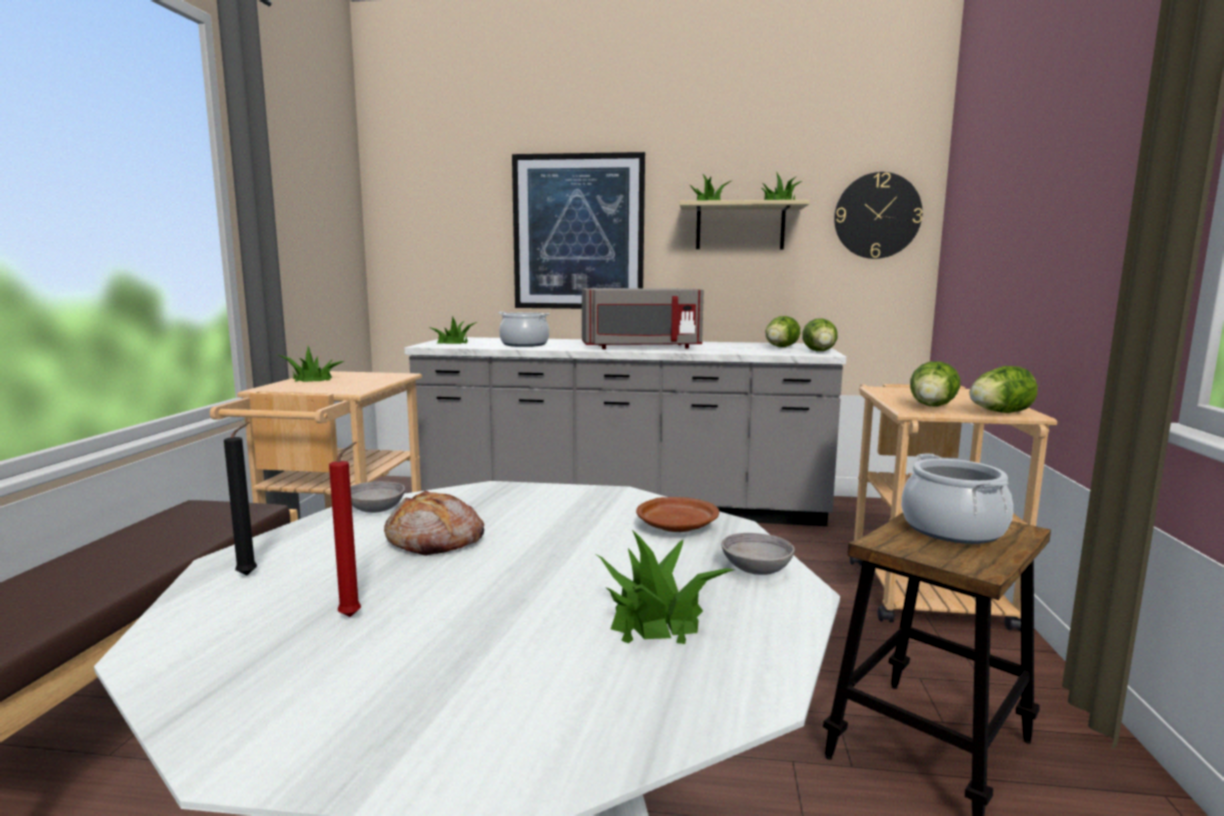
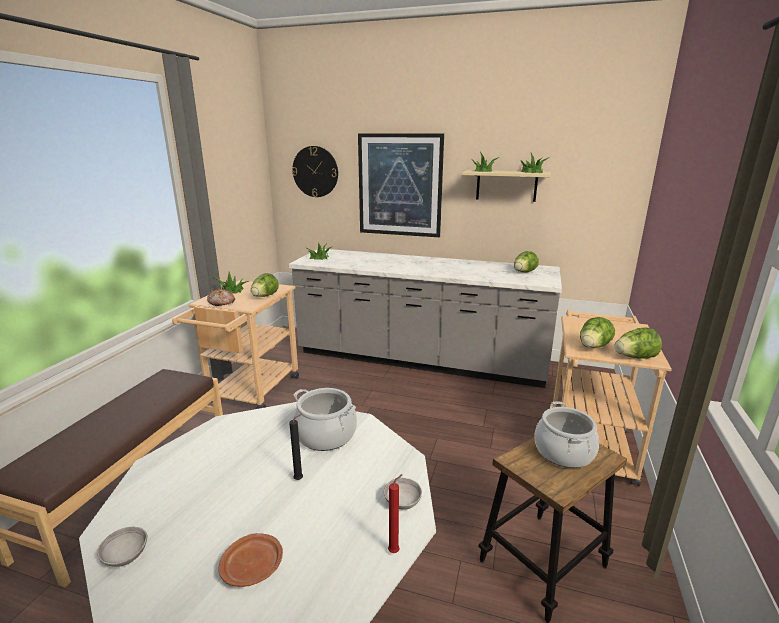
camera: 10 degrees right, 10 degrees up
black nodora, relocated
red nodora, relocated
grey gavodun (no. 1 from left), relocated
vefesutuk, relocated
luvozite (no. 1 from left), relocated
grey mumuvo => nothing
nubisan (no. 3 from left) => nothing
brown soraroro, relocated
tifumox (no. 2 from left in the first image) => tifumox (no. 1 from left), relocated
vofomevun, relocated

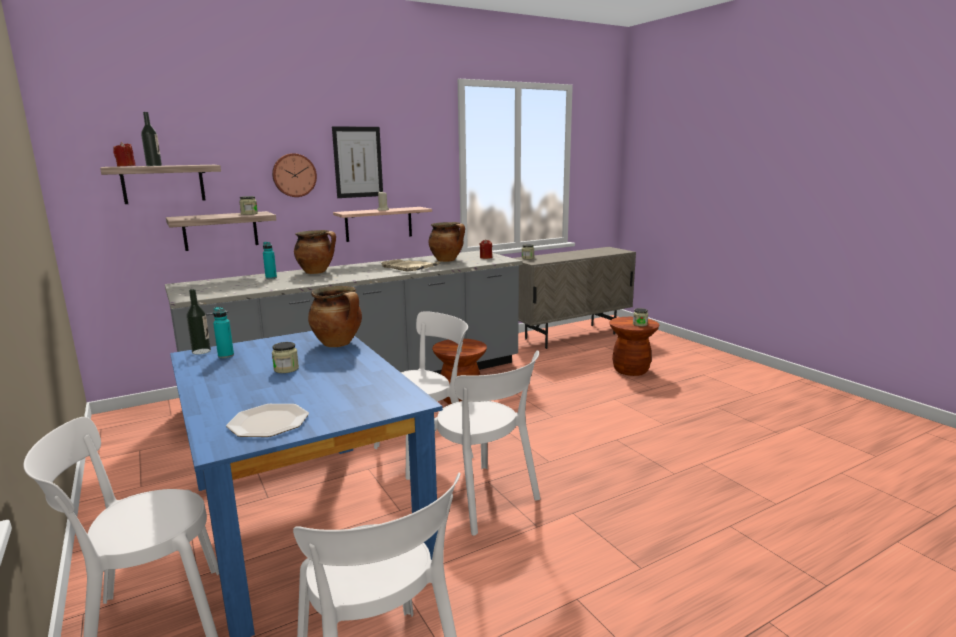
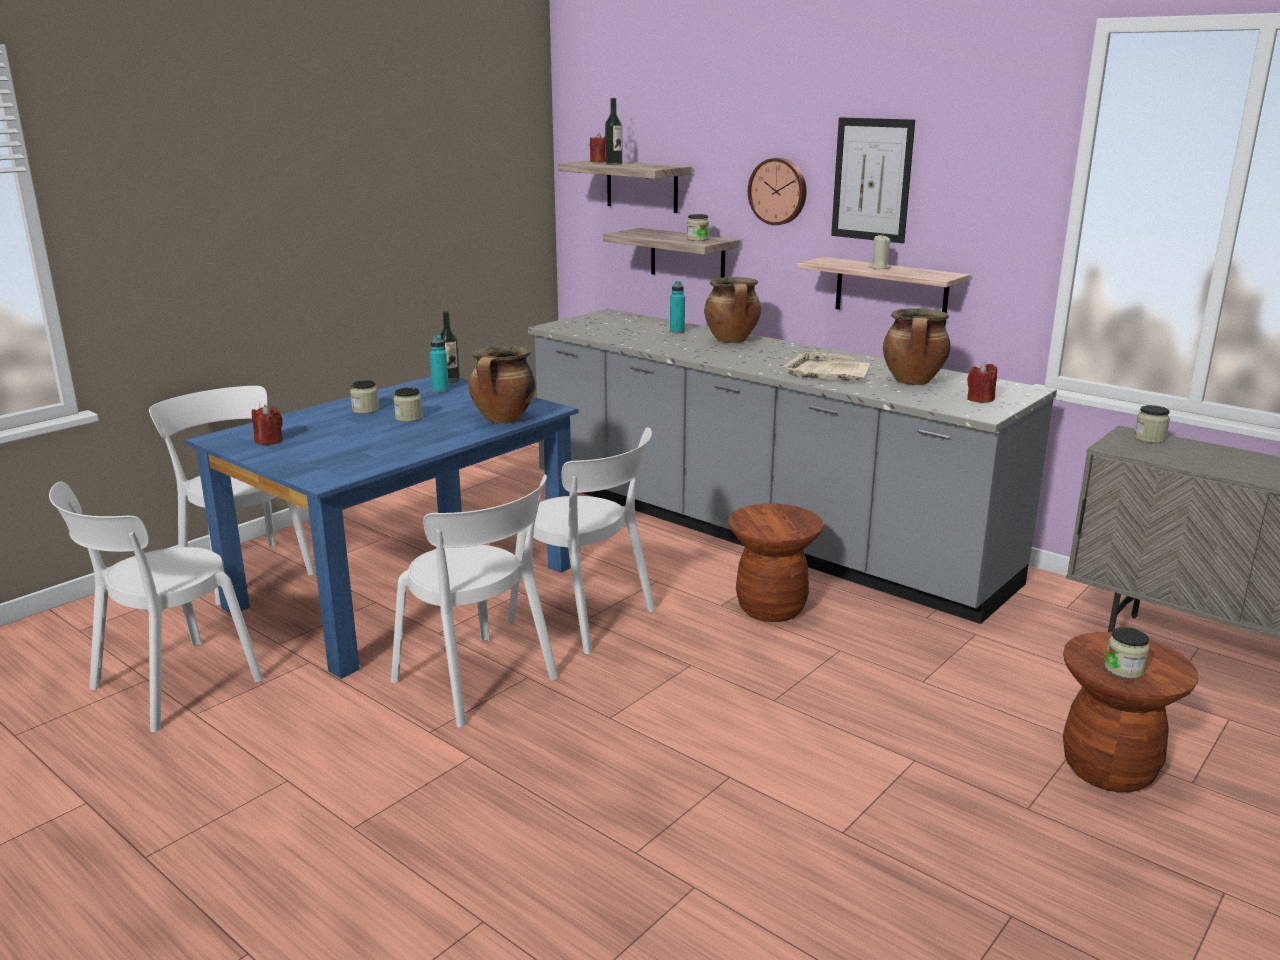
camera: 70 degrees right, 5 degrees up
soraroro => red nodora (no. 1 from left)
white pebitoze (no. 4 from left in the first image) => white pebitoze (no. 3 from left), 75 degrees counterclockwise
nothing => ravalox (no. 1 from left)

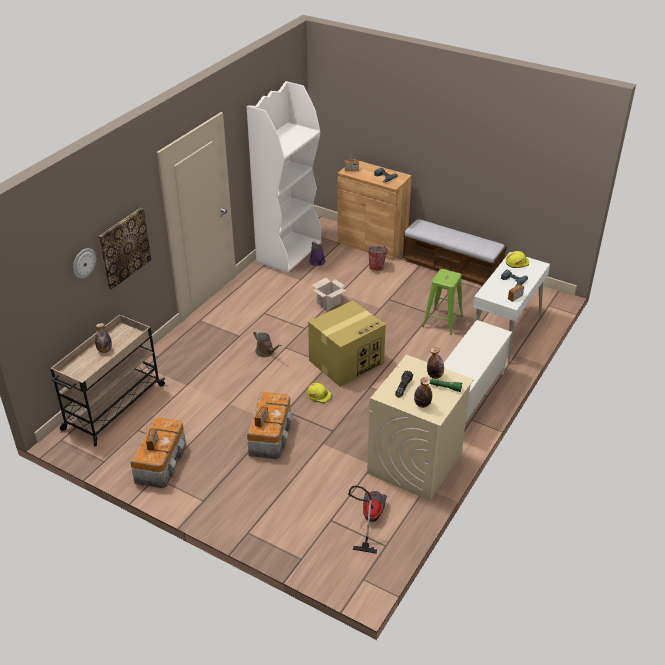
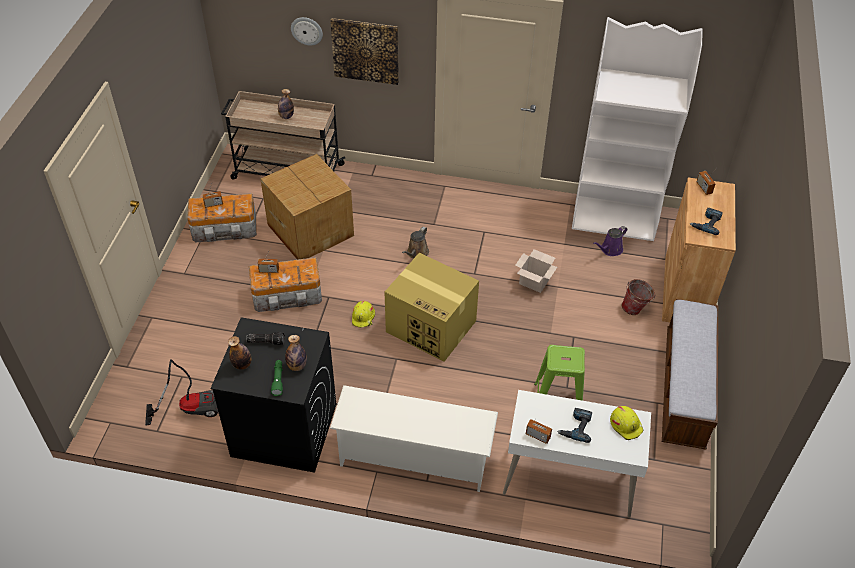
camera: 70 degrees right, 10 degrees up
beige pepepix => black pepepix
nothing => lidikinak (no. 1 from left)

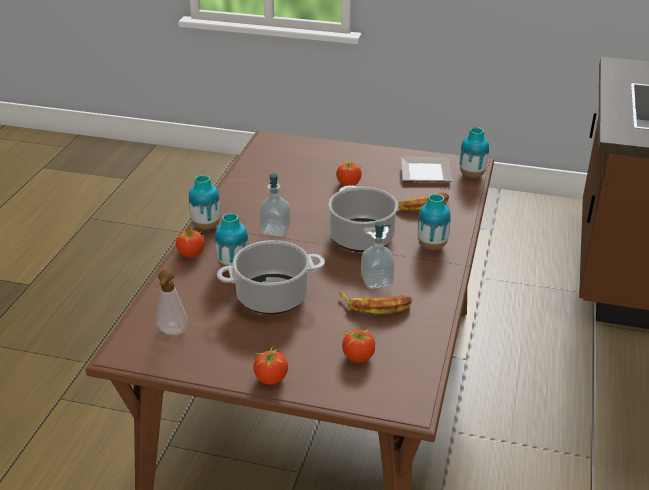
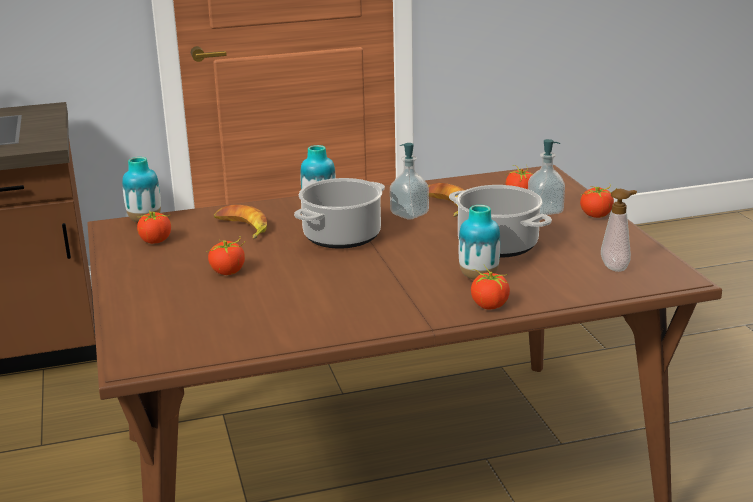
camera: 120 degrees left, 10 degrees down
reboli (no. 1 from left) => nothing
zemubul (no. 2 from left), relocated
soraroro => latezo (no. 1 from left)

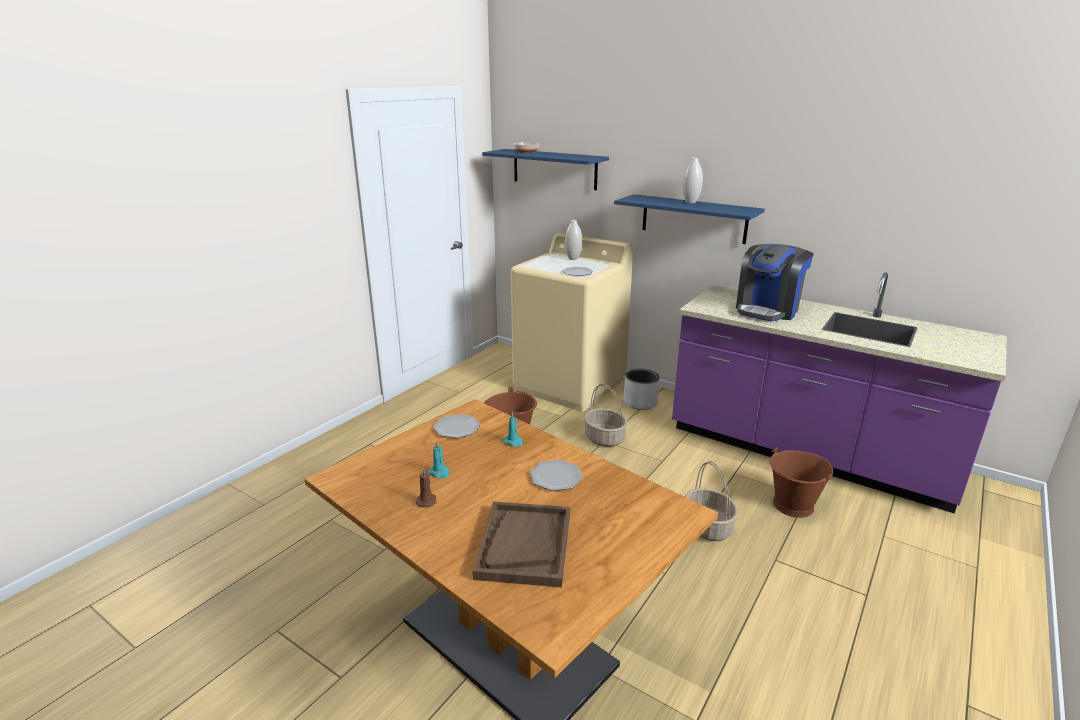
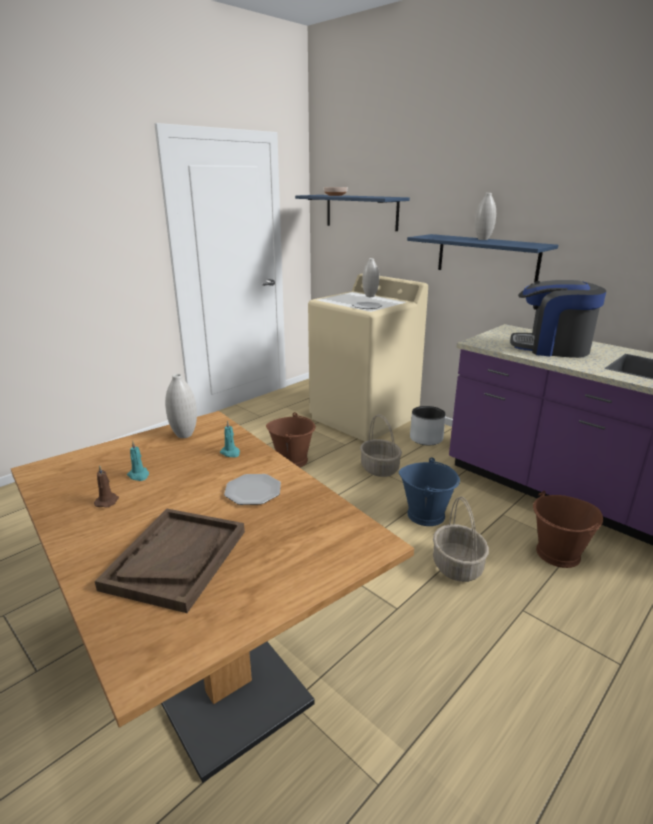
camera: 10 degrees right, 0 degrees up
soraroro (no. 1 from left) => white reboli (no. 1 from left)
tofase, 60 degrees clockwise
nothing => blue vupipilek

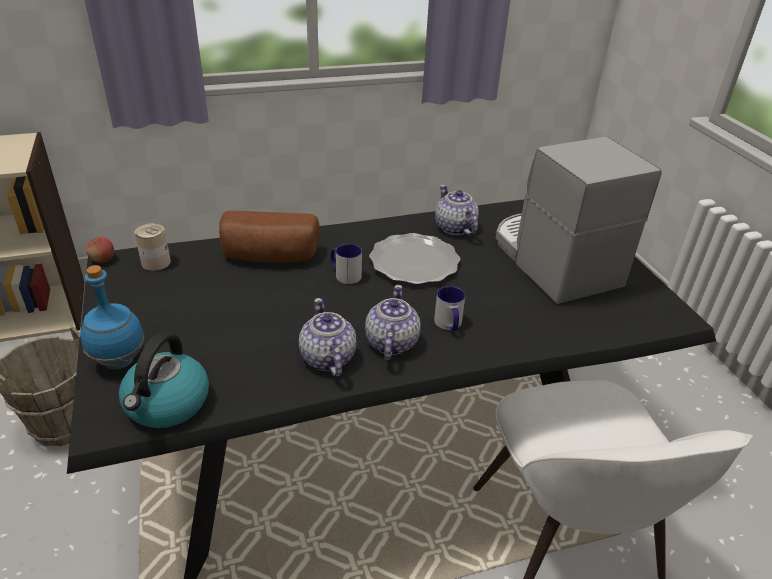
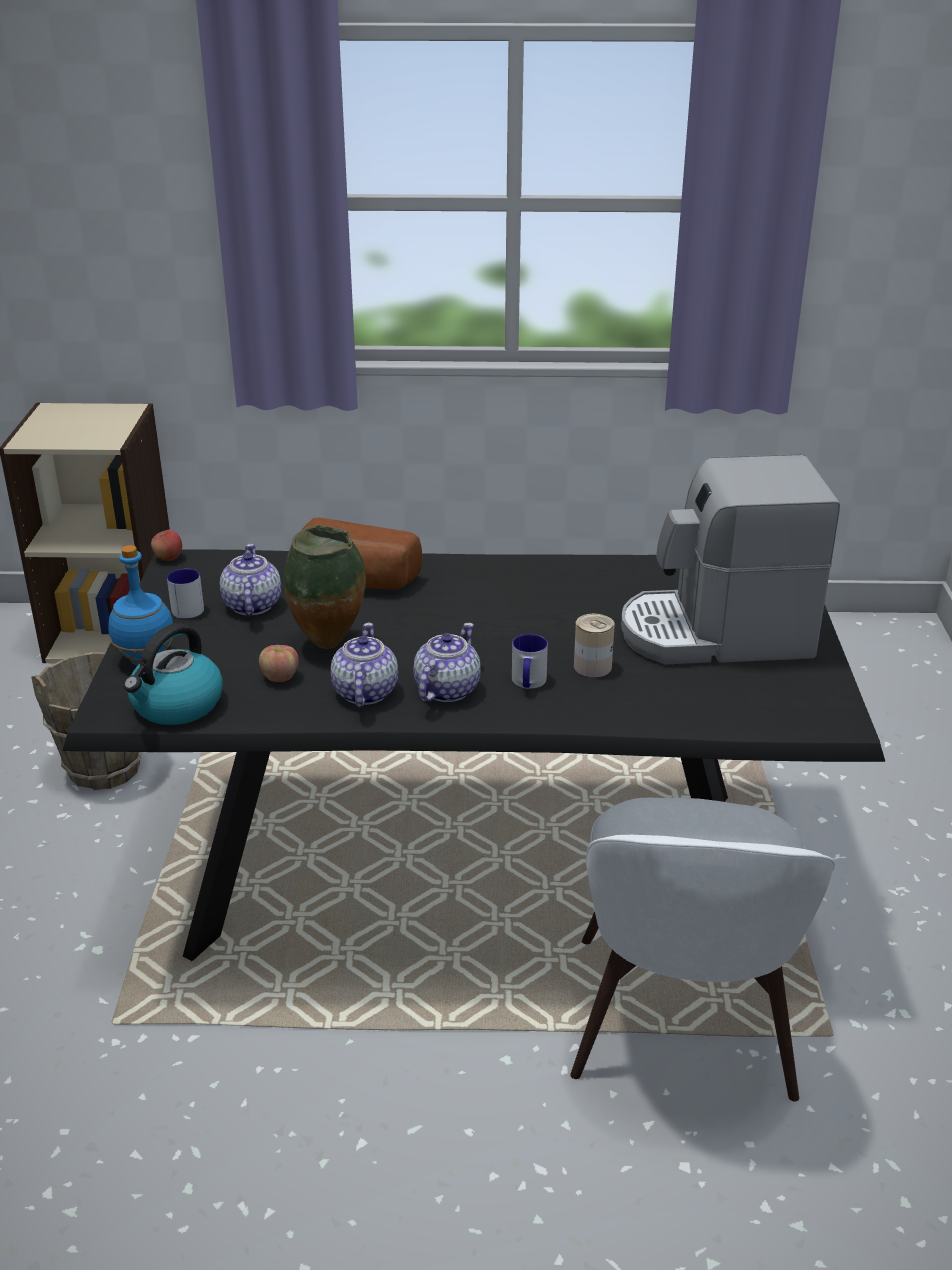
camera: 20 degrees right, 5 degrees down
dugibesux, relocated
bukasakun (no. 1 from left), relocated
soraroro => nothing
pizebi (no. 3 from left in the first image) => pizebi (no. 1 from left), relocated
tofase, 90 degrees counterclockwise
nothing => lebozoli (no. 2 from left)
nothing => reboli

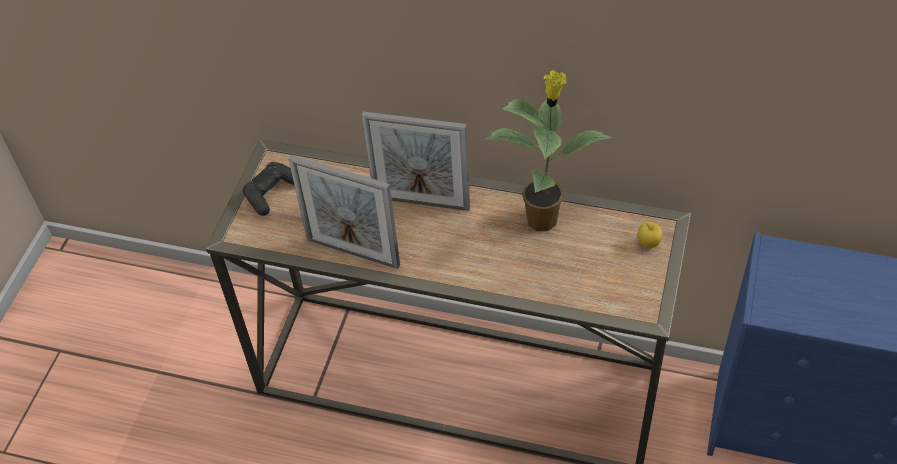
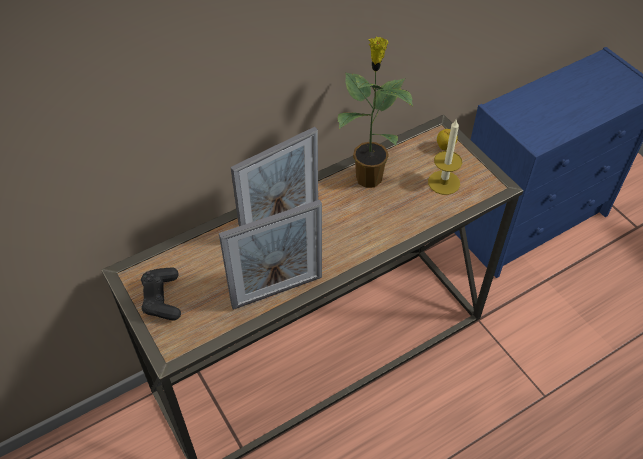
camera: 50 degrees left, 0 degrees up
nothing => nodora

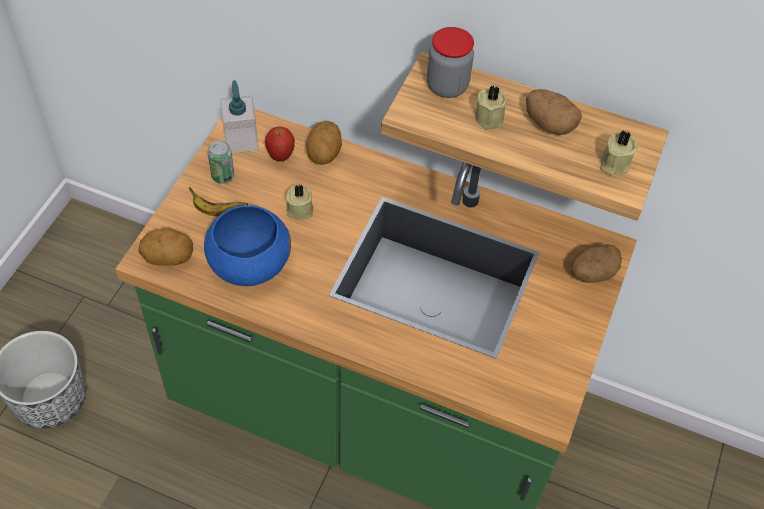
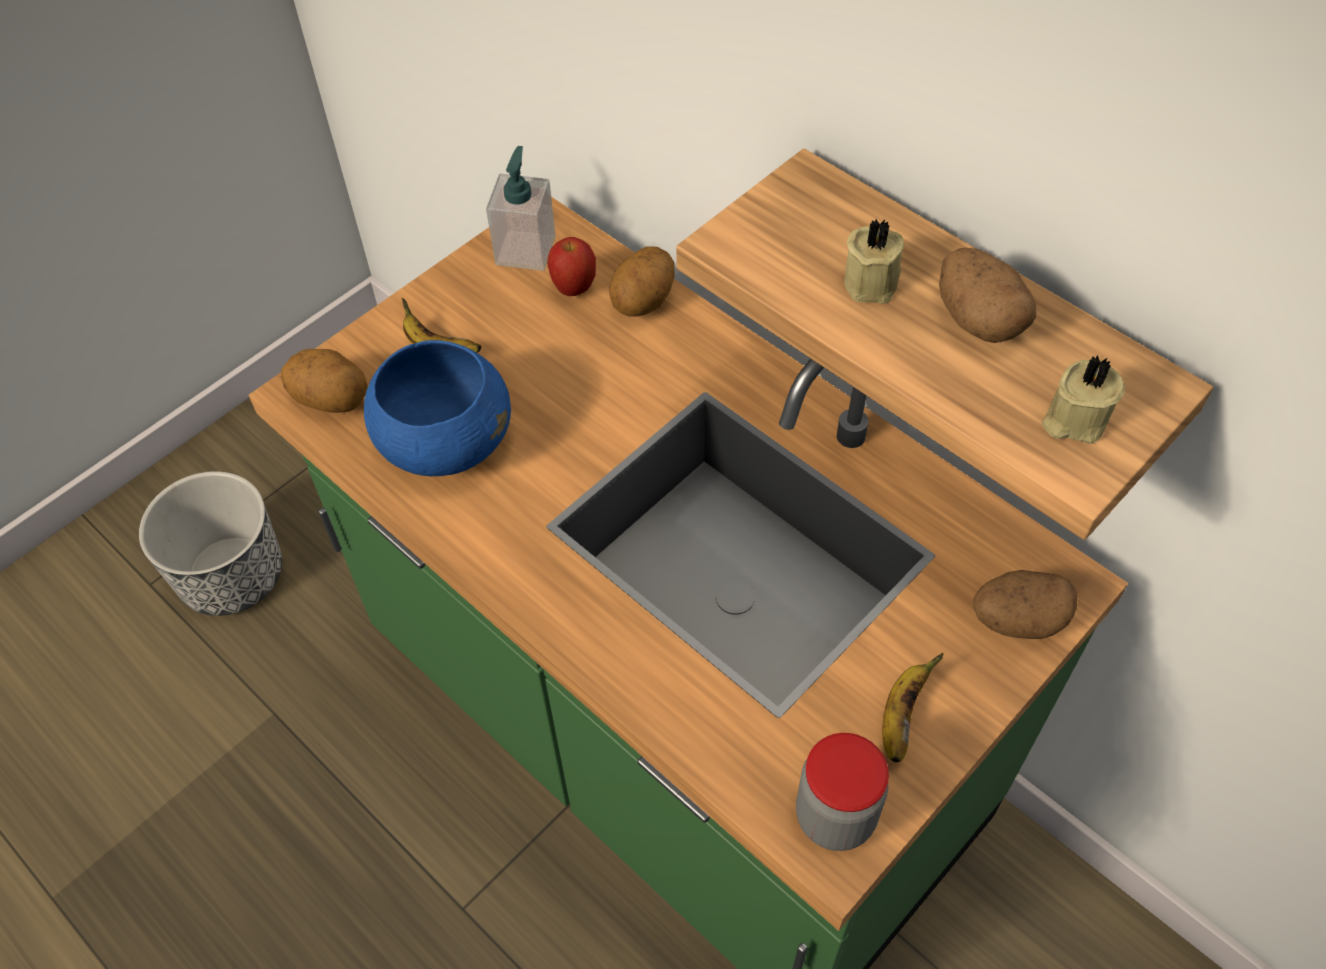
camera: 25 degrees right, 0 degrees up
dugibesux => nothing
beige nodora (no. 1 from left) => nothing
ravalox, relocated
nothing => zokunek (no. 2 from left)

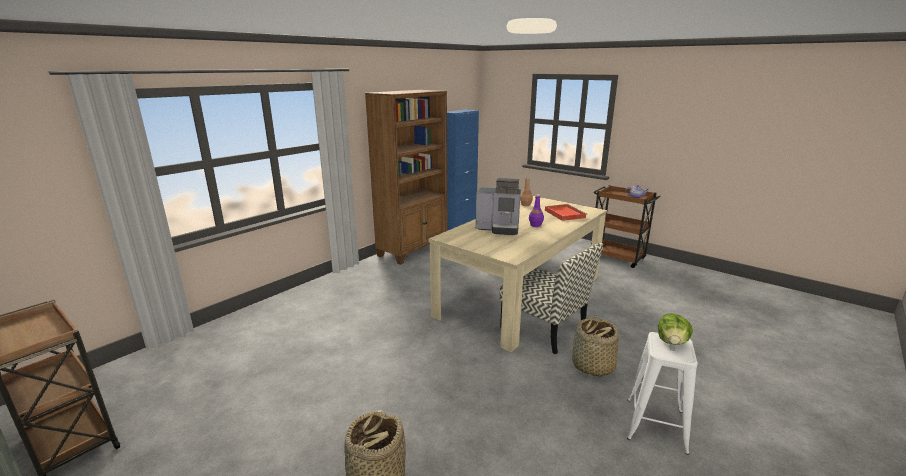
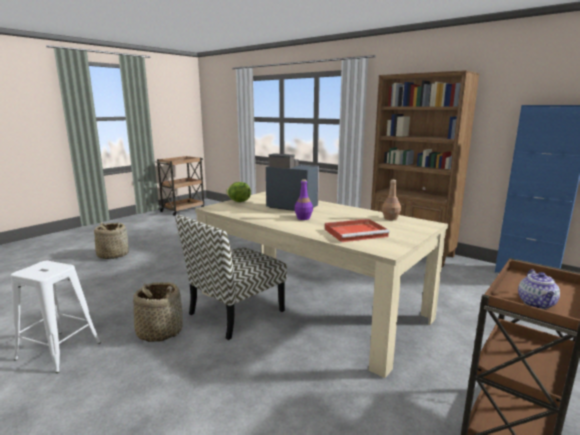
camera: 90 degrees right, 5 degrees down
tofase, 105 degrees clockwise
tifumox, relocated

